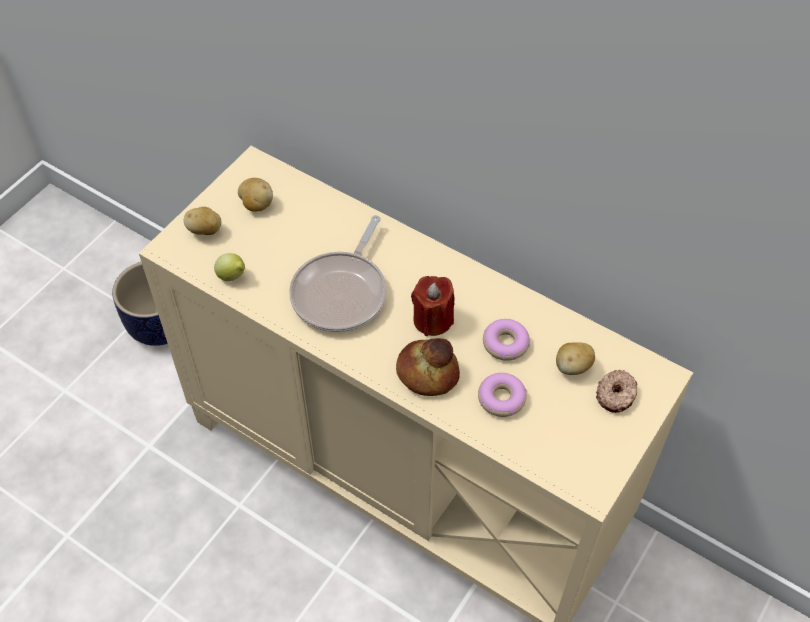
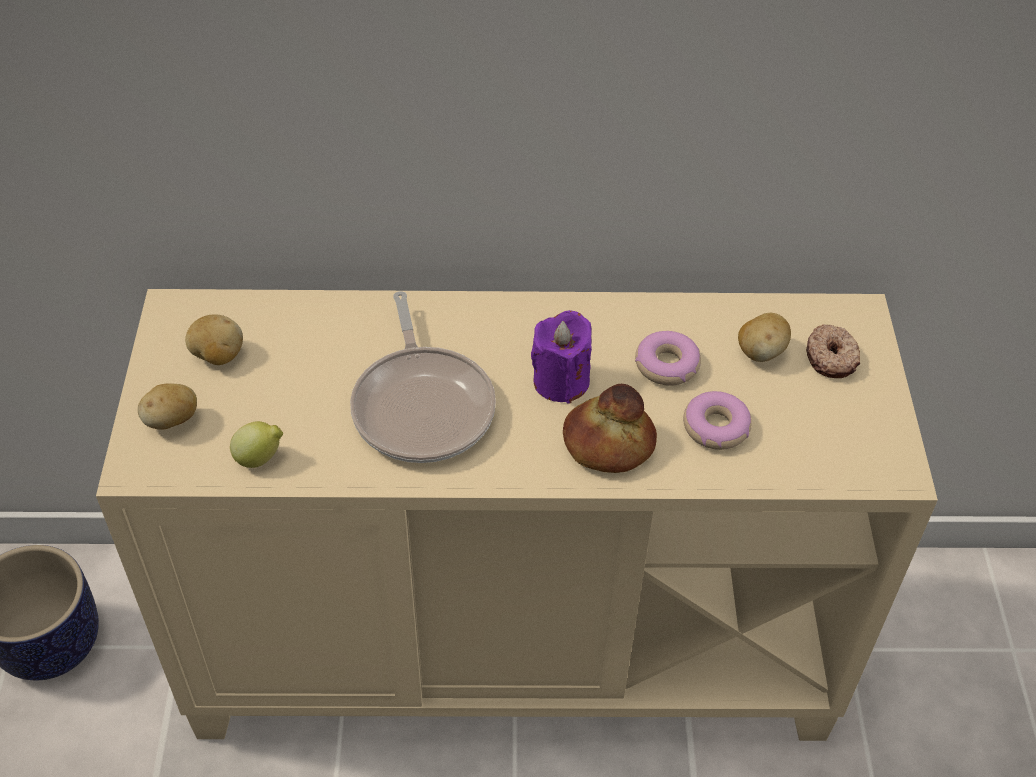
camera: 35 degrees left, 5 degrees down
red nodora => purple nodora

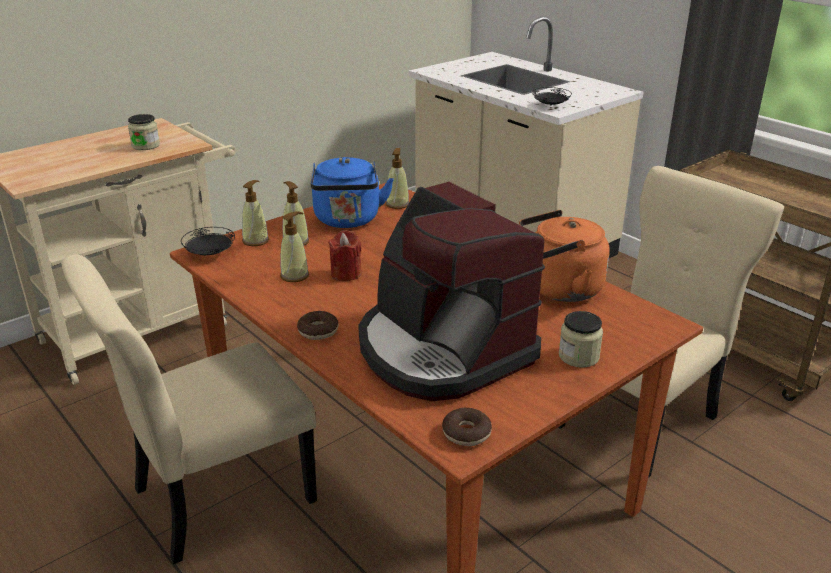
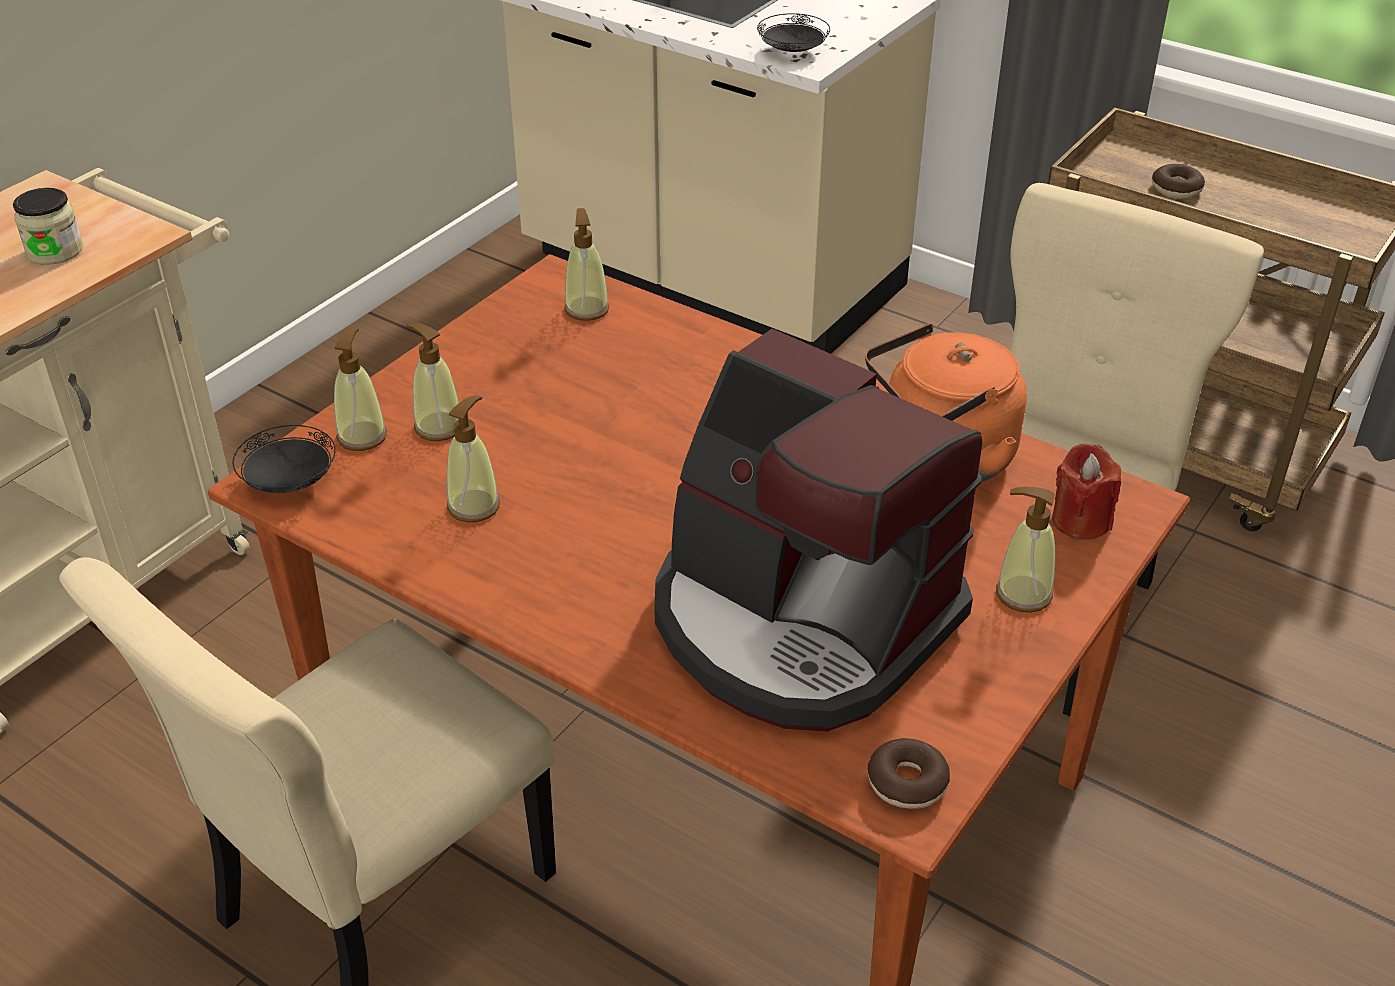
camera: 15 degrees left, 10 degrees up
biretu (no. 1 from left in the first image) => biretu (no. 2 from left), relocated
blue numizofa => nothing
red nodora, relocated
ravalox (no. 2 from left) => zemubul (no. 5 from left)

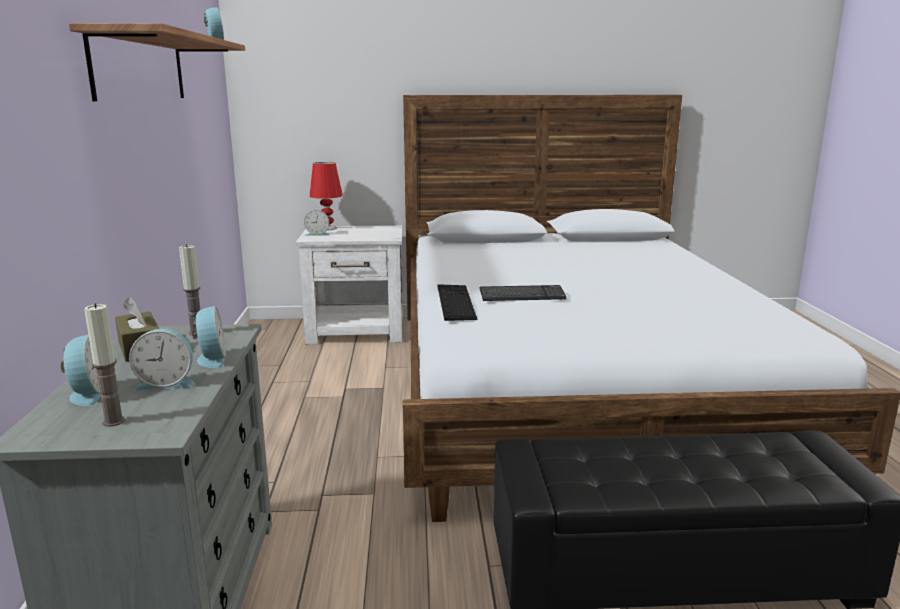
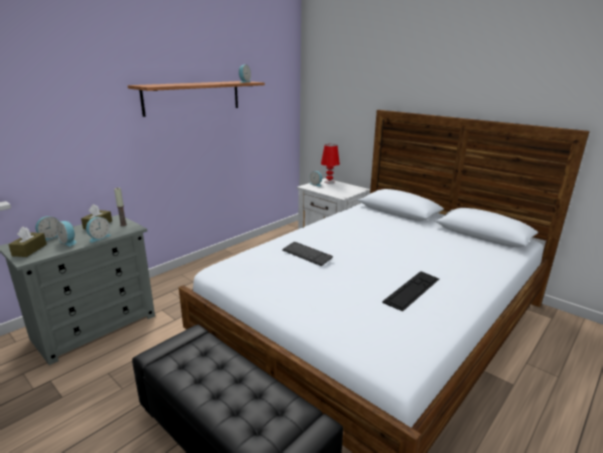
camera: 45 degrees right, 5 degrees up
nodora (no. 1 from left) => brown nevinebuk (no. 1 from left)
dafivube (no. 1 from left in the first image) => dafivube (no. 2 from left), relocated

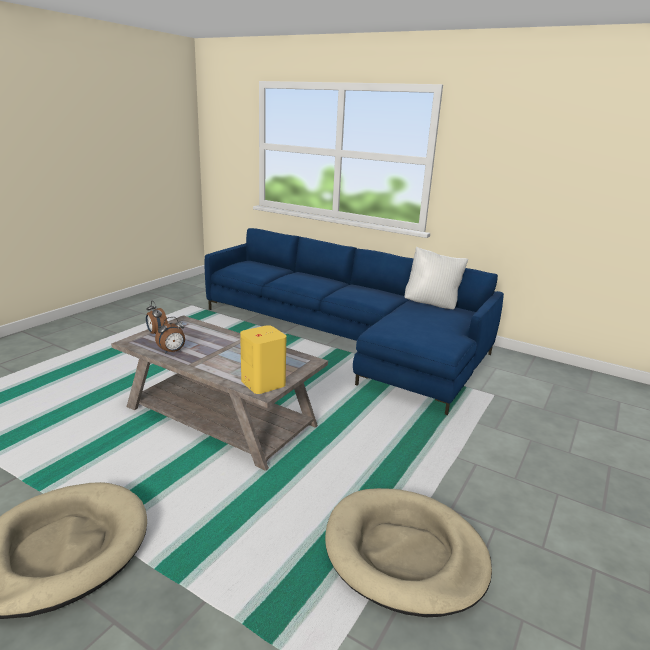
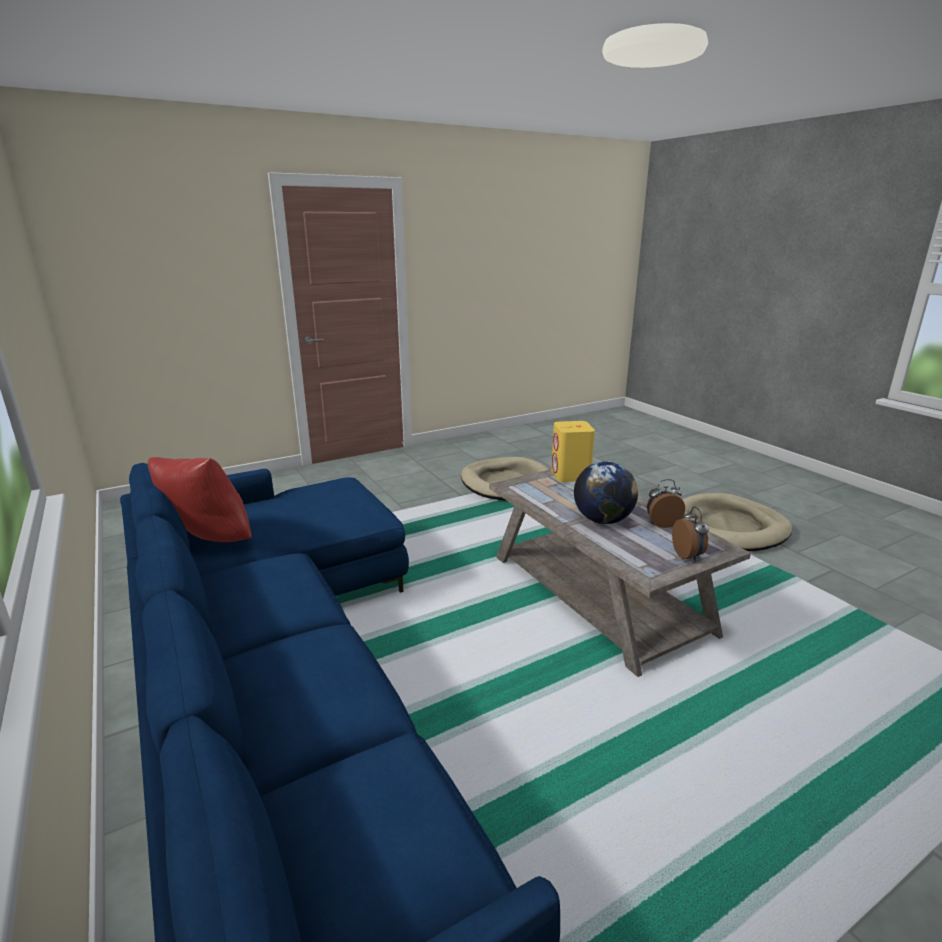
camera: 150 degrees left, 0 degrees up
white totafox => red totafox
nothing => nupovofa

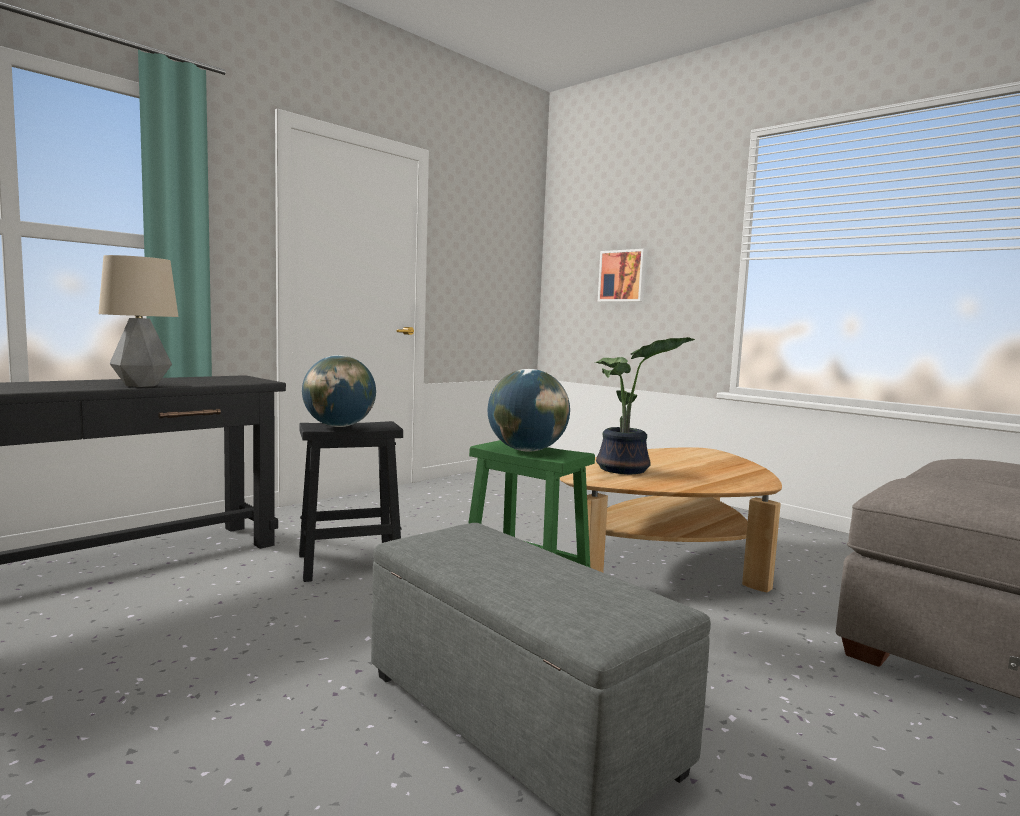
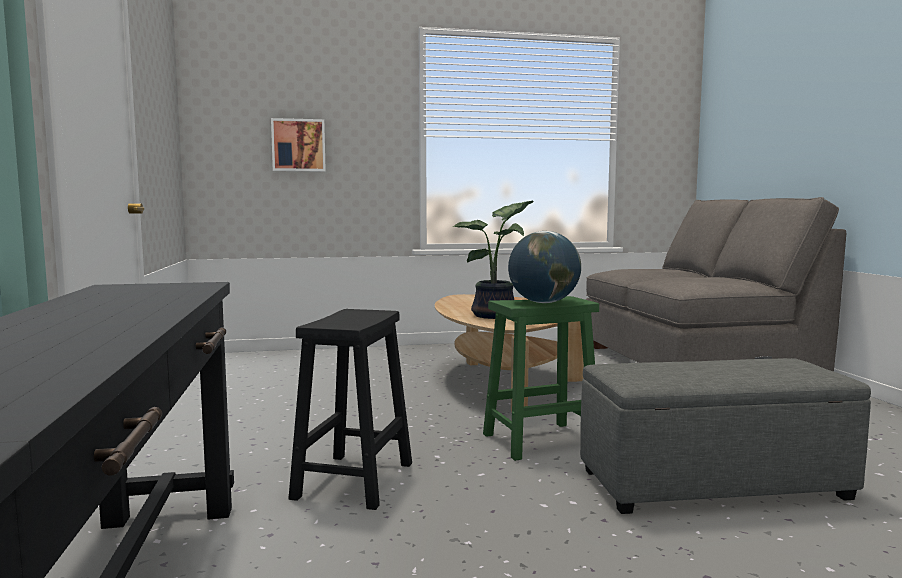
camera: 55 degrees left, 0 degrees up
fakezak => nothing
nupovofa (no. 1 from left) => nothing

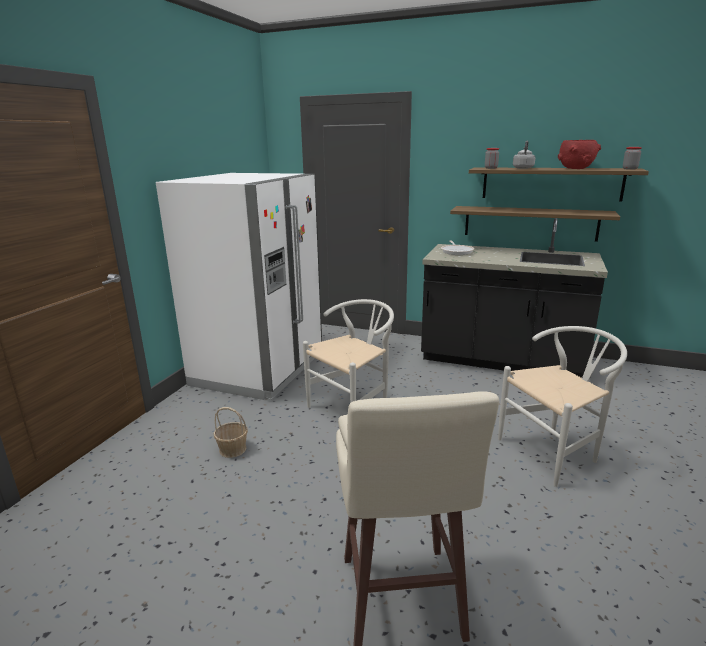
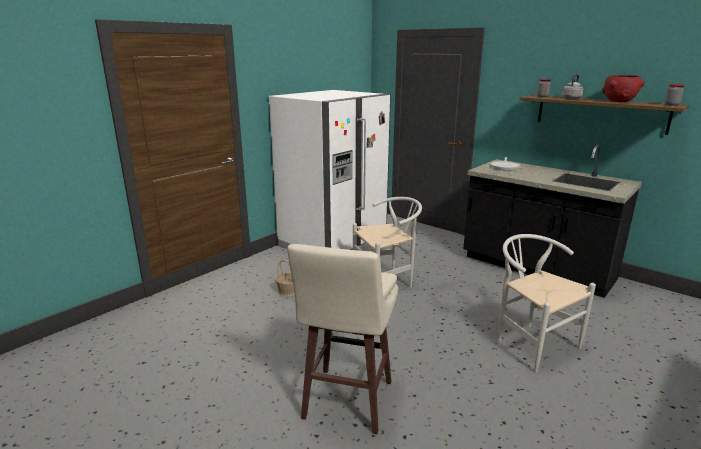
camera: 20 degrees right, 0 degrees up
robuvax (no. 1 from left) => nothing
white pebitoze (no. 2 from left), 120 degrees counterclockwise

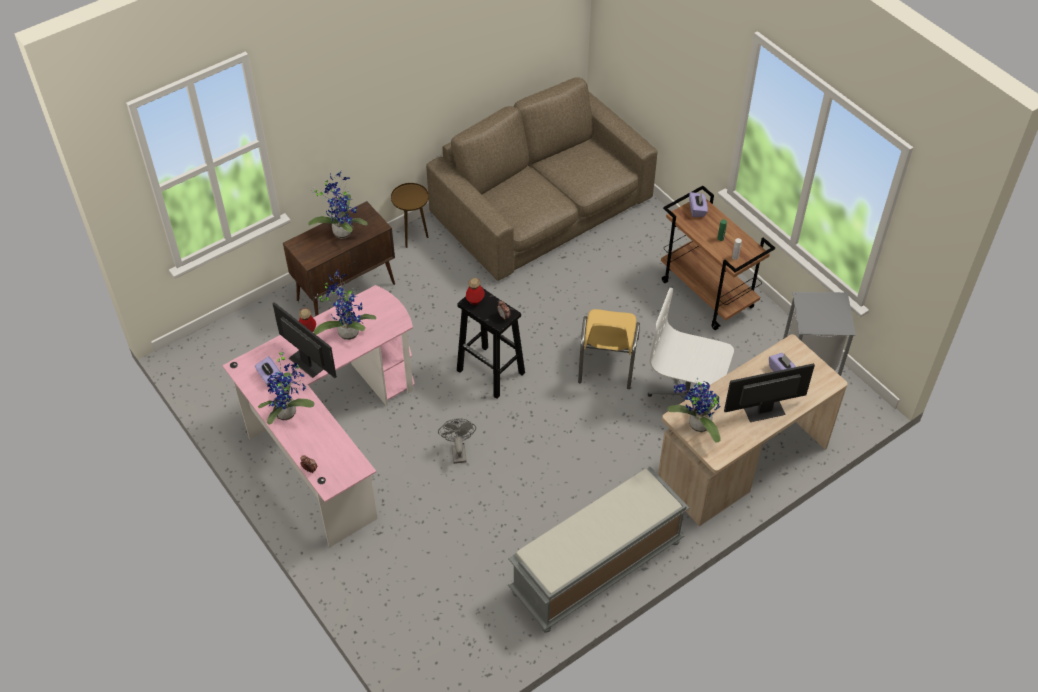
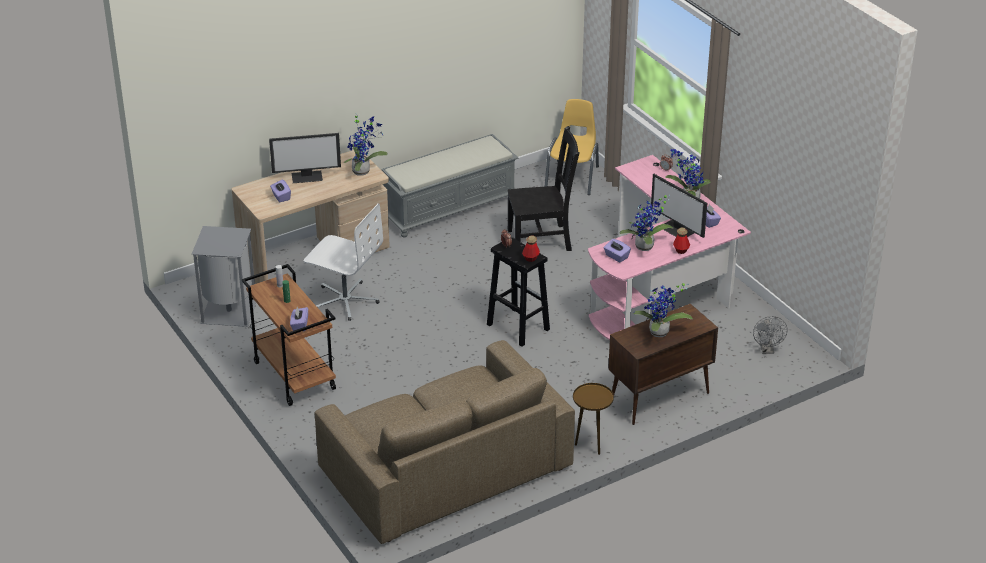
camera: 175 degrees left, 15 degrees down
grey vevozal, relocated
yellow pebitoze, relocated
nothing => black pebitoze
nothing => purple nevinebuk (no. 3 from left)

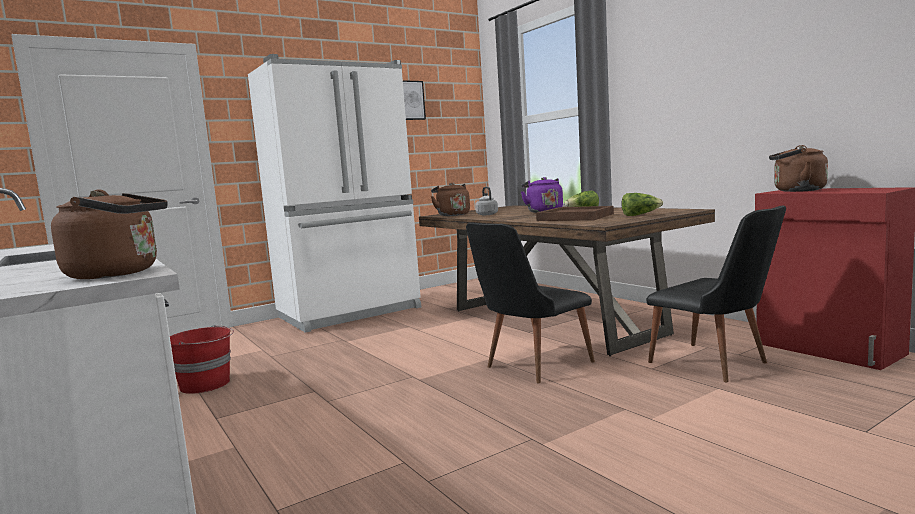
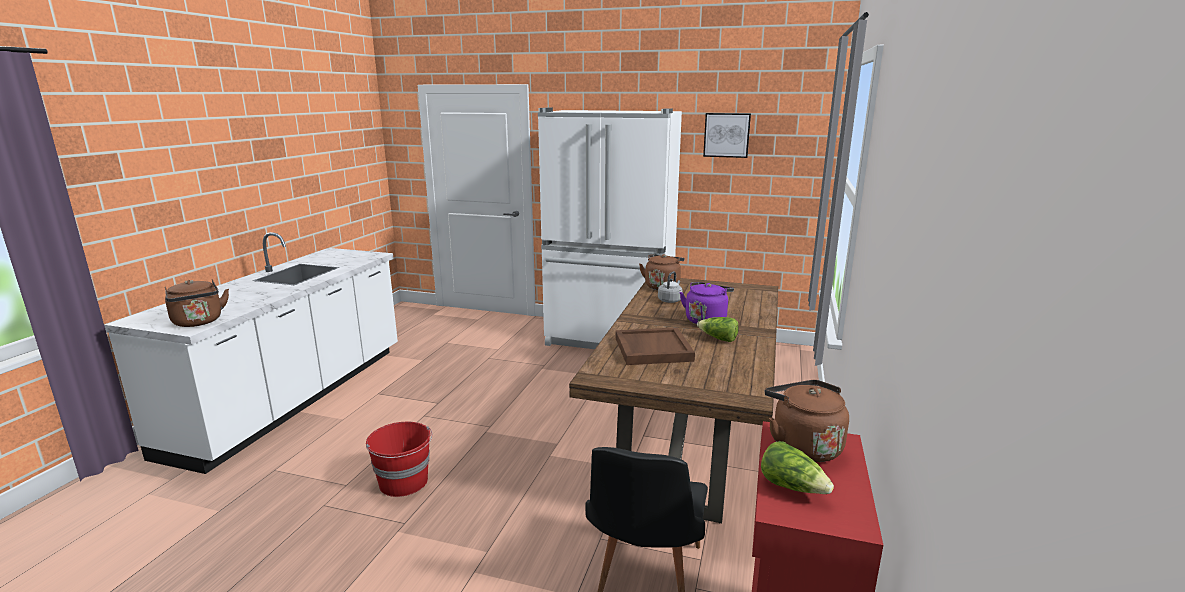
camera: 50 degrees right, 10 degrees up
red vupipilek, relocated
black pebitoze (no. 1 from left) => nothing
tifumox (no. 2 from left), relocated

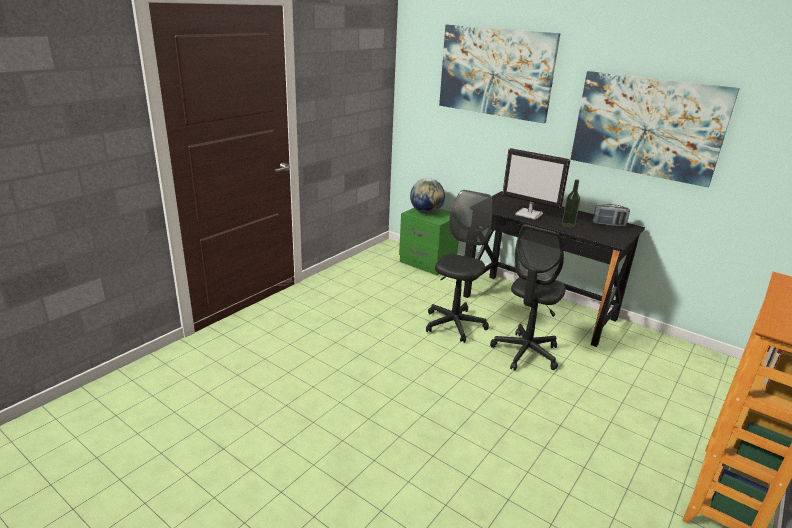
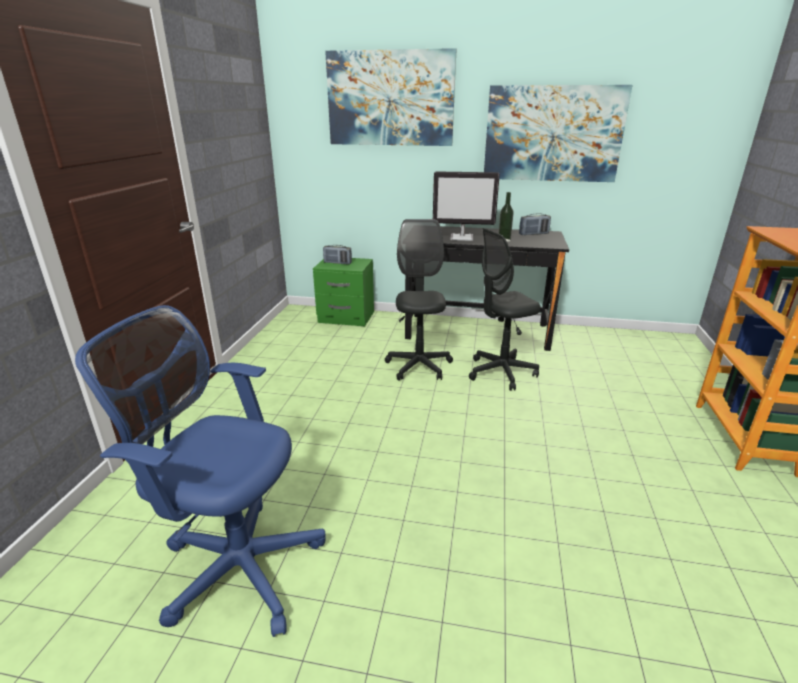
camera: 25 degrees left, 0 degrees up
nupovofa => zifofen (no. 1 from left)
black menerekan (no. 2 from left), 60 degrees clockwise
nothing => blue menerekan

